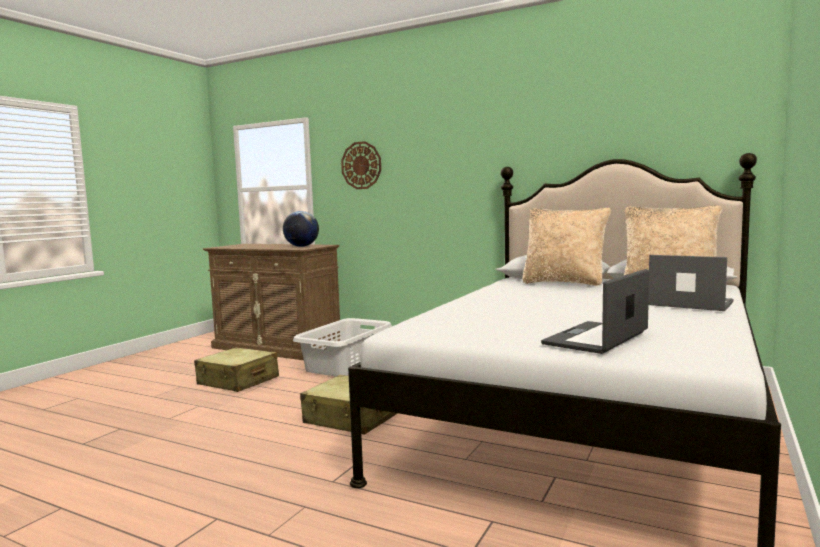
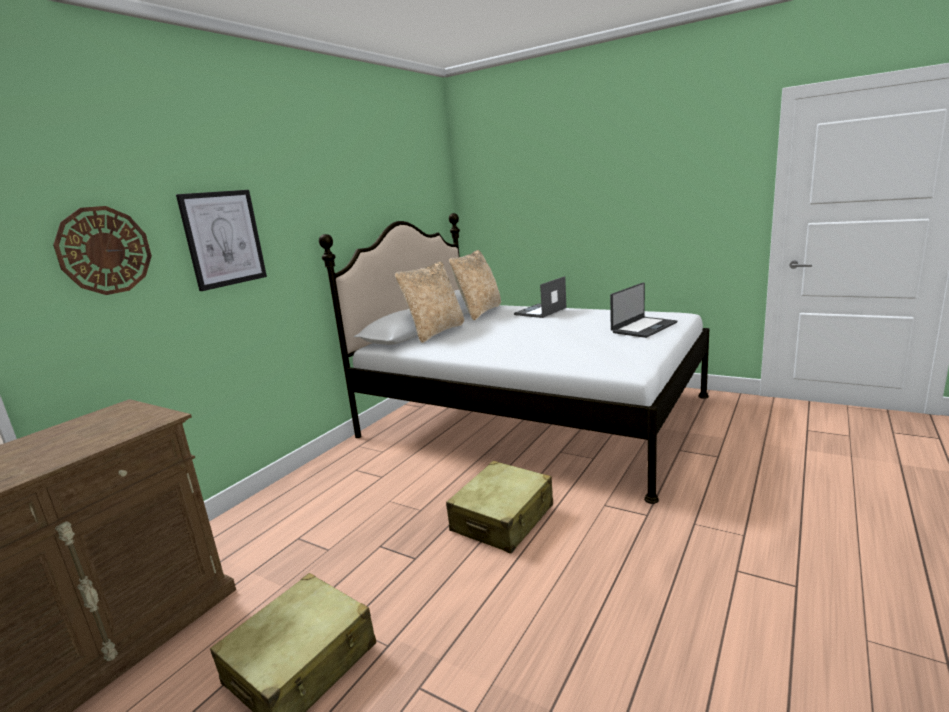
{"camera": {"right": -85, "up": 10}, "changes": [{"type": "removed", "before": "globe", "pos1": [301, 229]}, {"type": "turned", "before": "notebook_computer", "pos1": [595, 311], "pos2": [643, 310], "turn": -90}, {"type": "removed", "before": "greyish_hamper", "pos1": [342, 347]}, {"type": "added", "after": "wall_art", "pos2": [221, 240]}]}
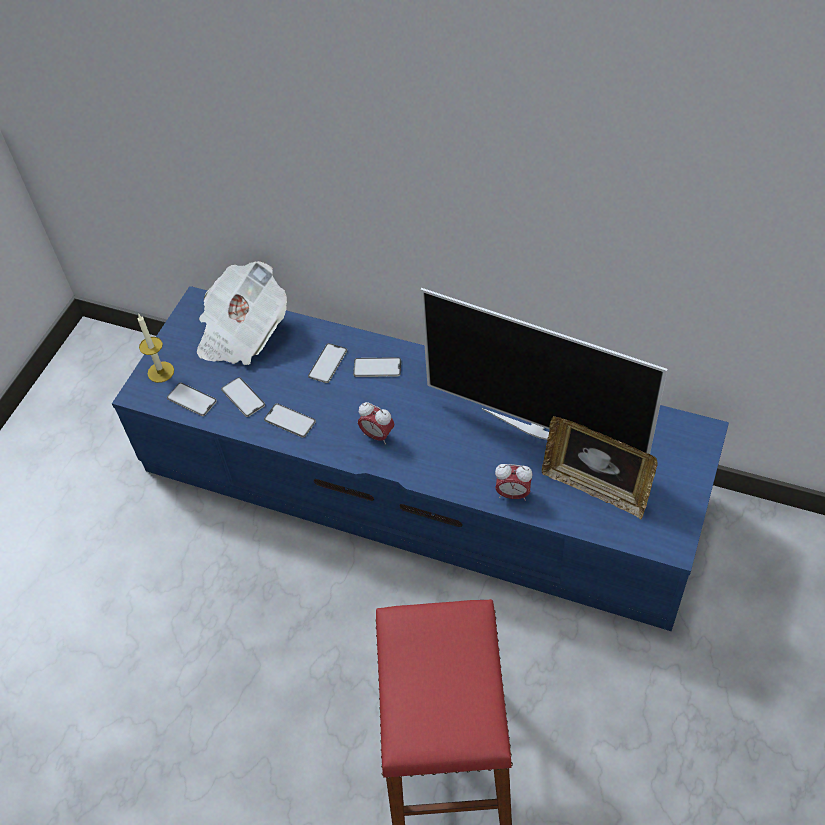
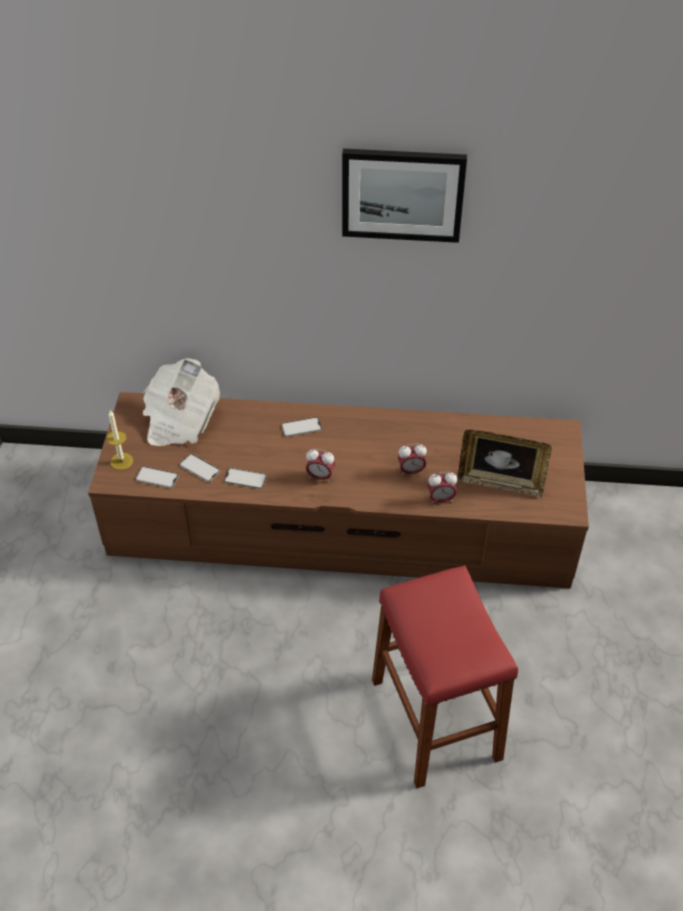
{"camera": {"right": -20, "up": -5}, "changes": [{"type": "recoloured", "before": "blue_tv_stand", "after": "brown_tv_stand", "pos1": [420, 458], "pos2": [338, 490]}, {"type": "removed", "before": "television", "pos1": [544, 371]}, {"type": "removed", "before": "handset", "pos1": [327, 363]}, {"type": "added", "after": "wall_art", "pos2": [404, 196]}, {"type": "added", "after": "bedside_clock", "pos2": [412, 460]}]}
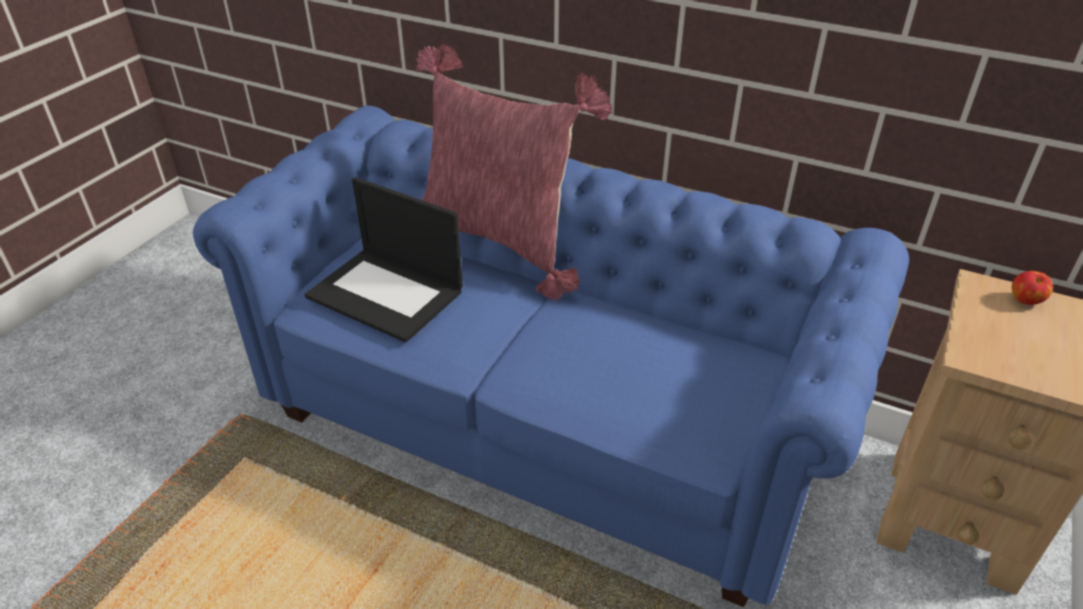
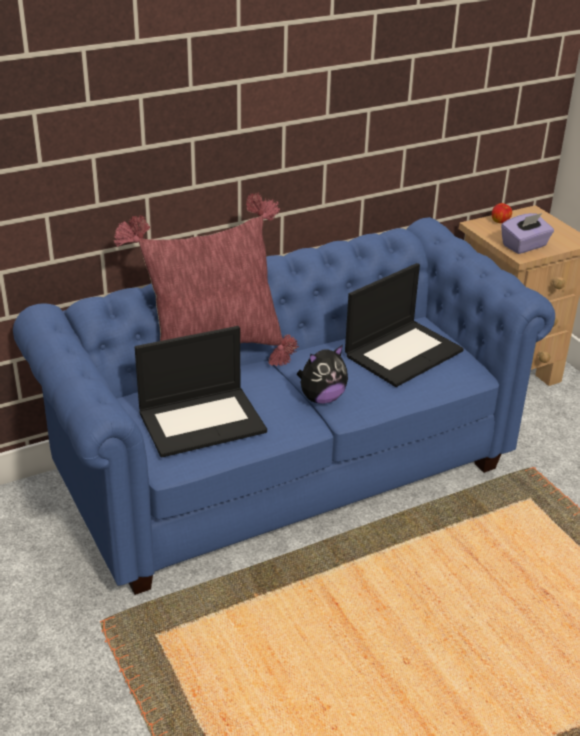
{"camera": {"right": -55, "up": -5}, "changes": [{"type": "added", "after": "purple-coloured_tissue_holder", "pos2": [527, 233]}, {"type": "added", "after": "notebook_computer", "pos2": [404, 325]}, {"type": "added", "after": "plush_toy", "pos2": [322, 374]}]}
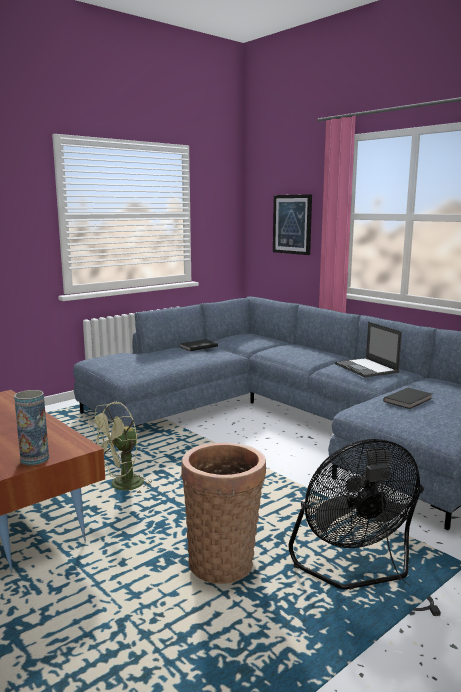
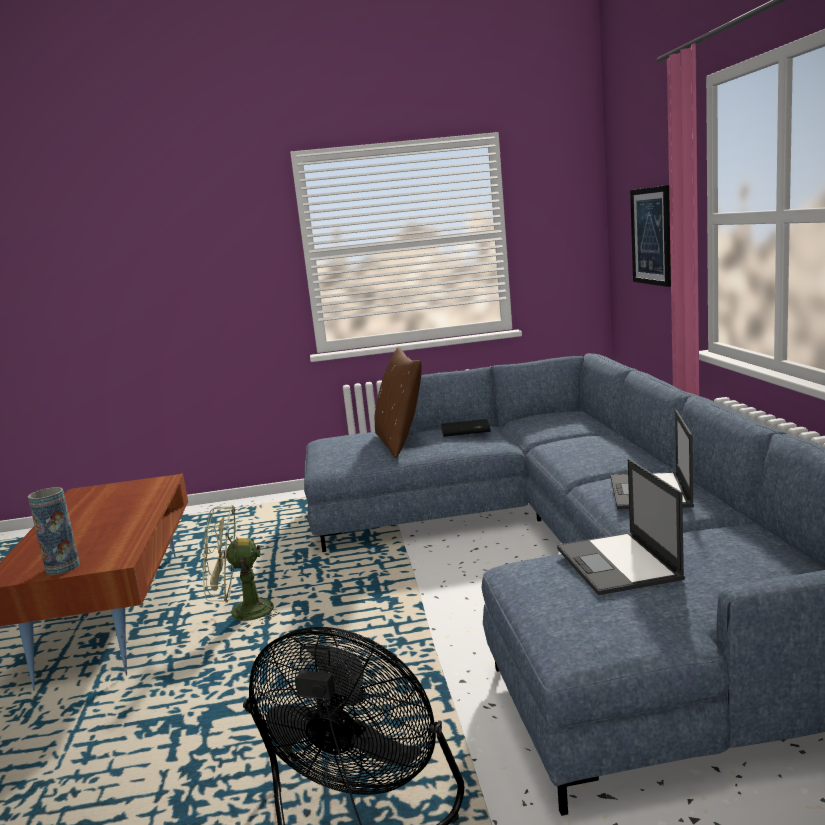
{"camera": {"right": 35, "up": 0}, "changes": [{"type": "replaced", "before": "black-coloured_volume", "after": "notebook_computer", "pos1": [407, 398], "pos2": [621, 527]}, {"type": "removed", "before": "household_basket", "pos1": [223, 513]}, {"type": "added", "after": "brown_throw_pillow", "pos2": [398, 402]}]}
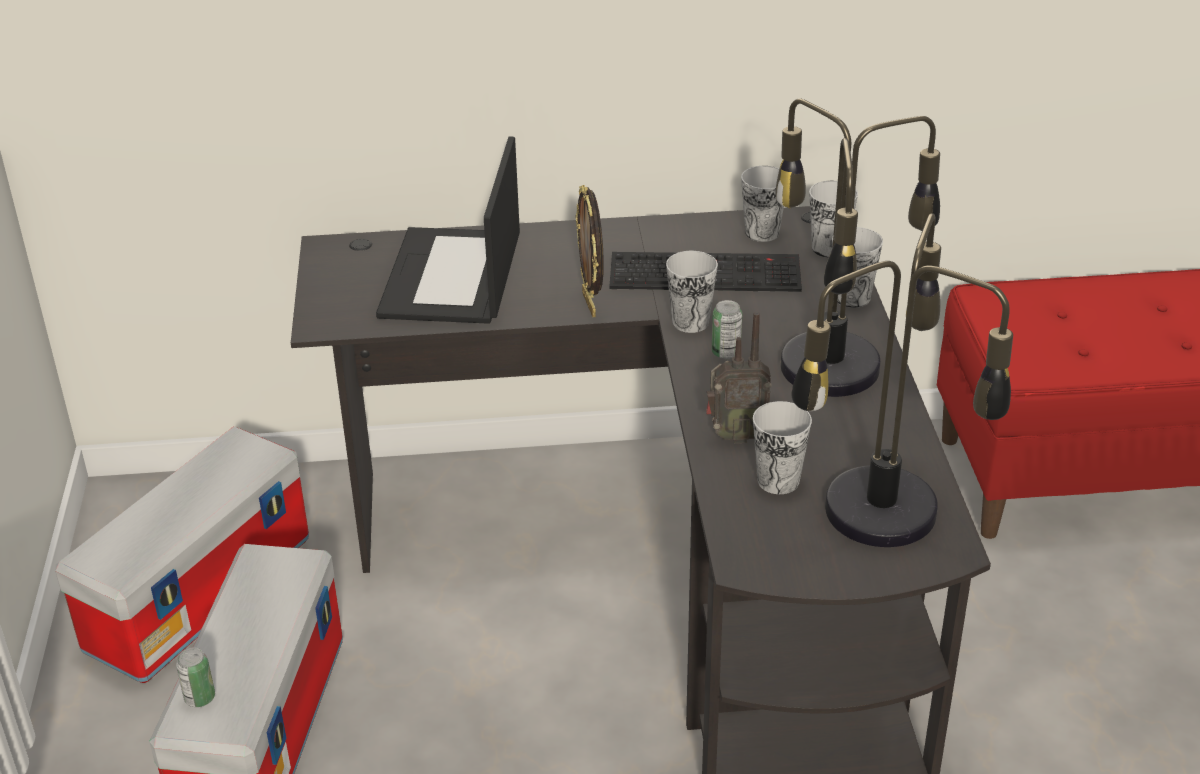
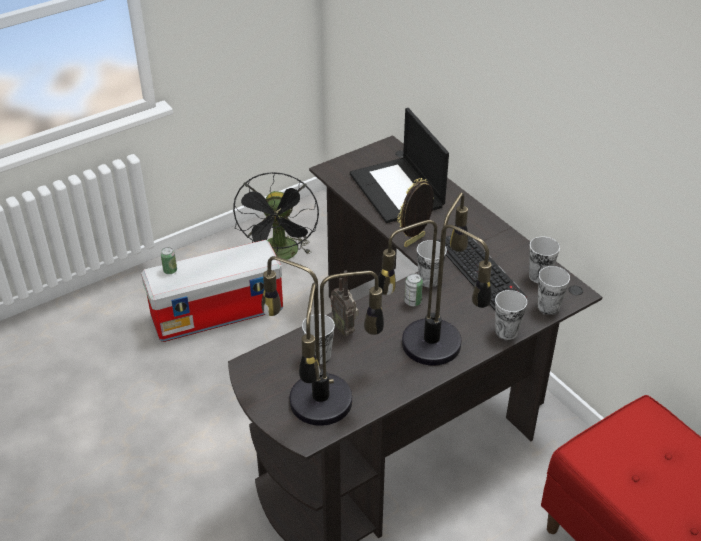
{"camera": {"right": 60, "up": 5}, "changes": [{"type": "turned", "before": "notebook_computer", "pos1": [448, 230], "pos2": [399, 165], "turn": -90}, {"type": "replaced", "before": "storage_box", "after": "black-coloured_electric_fan", "pos1": [182, 554], "pos2": [276, 216]}]}
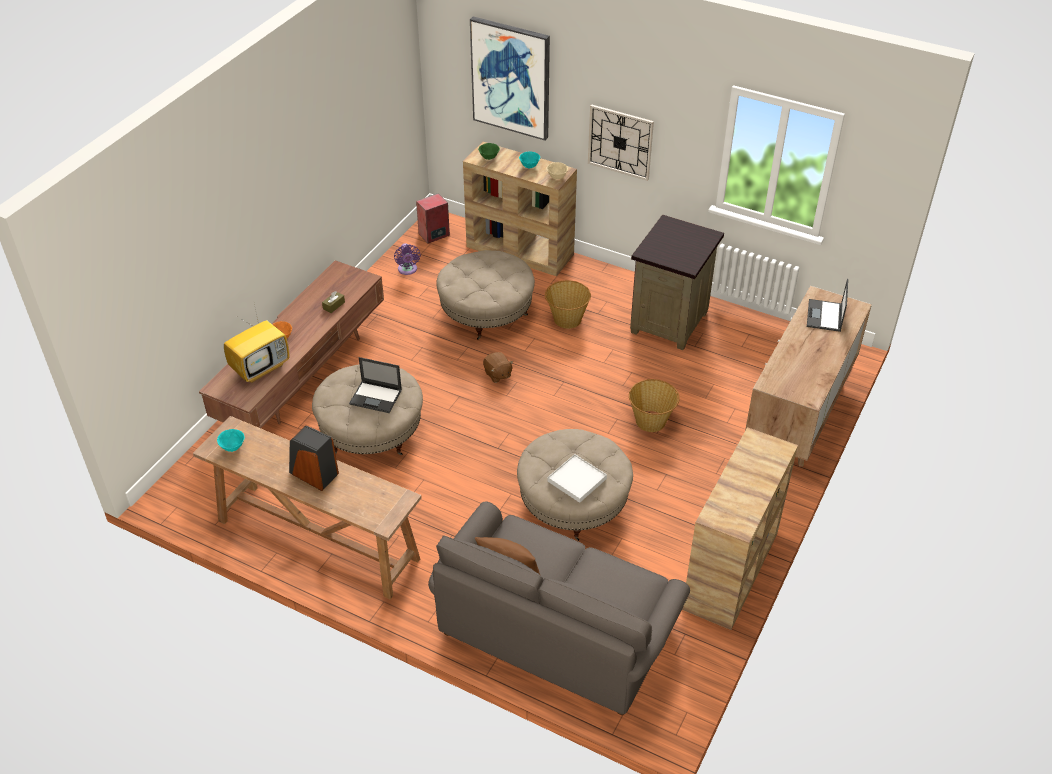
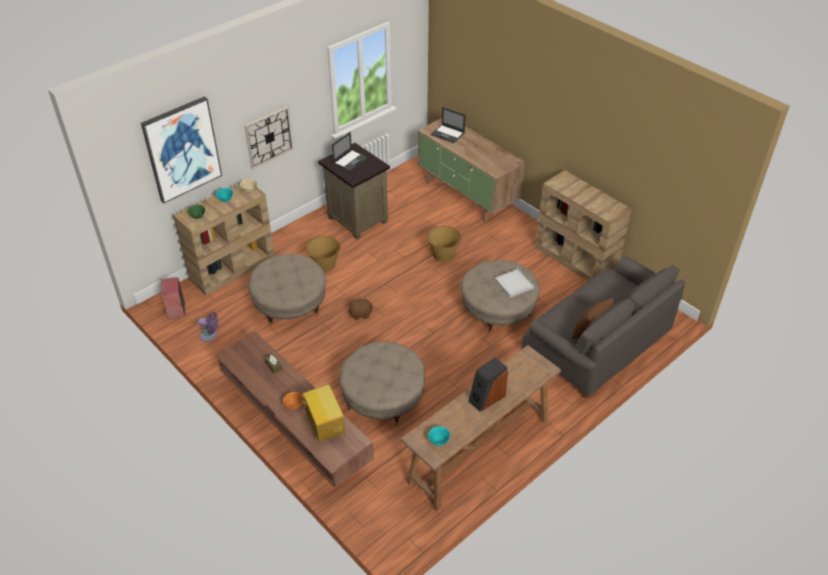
{"camera": {"right": -70, "up": 0}, "changes": [{"type": "moved", "before": "notebook_computer", "pos1": [375, 385], "pos2": [350, 151]}]}
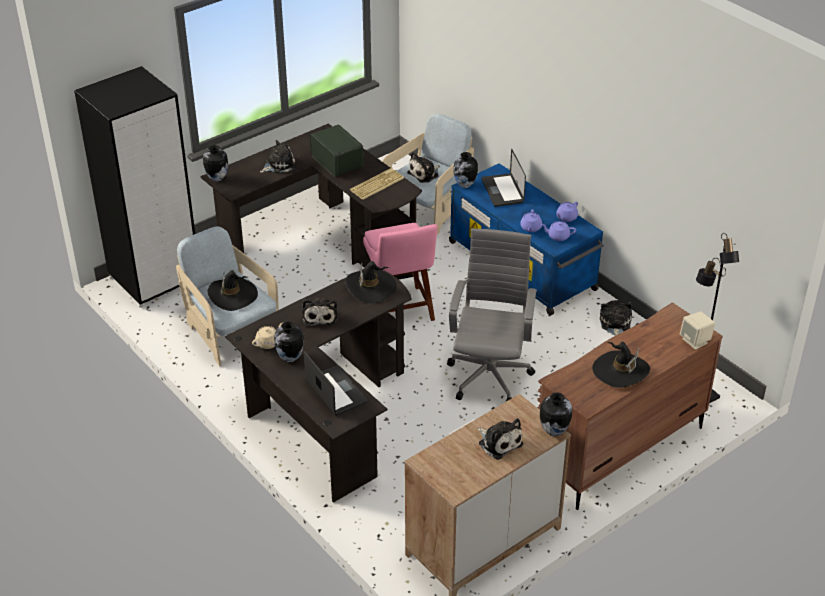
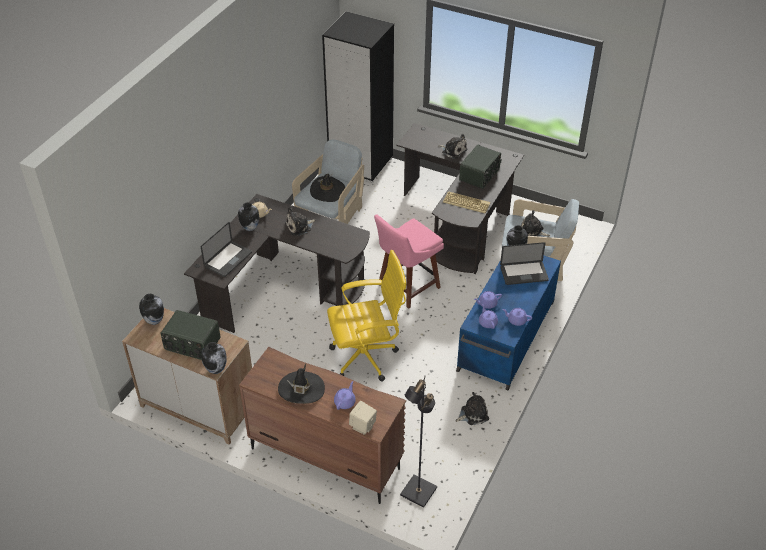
{"camera": {"right": 65, "up": 5}, "changes": [{"type": "moved", "before": "flower_vase", "pos1": [215, 163], "pos2": [151, 309]}, {"type": "turned", "before": "notebook_computer", "pos1": [503, 178], "pos2": [524, 263], "turn": -150}, {"type": "recoloured", "before": "greyish_computer_chair", "after": "yellowish_computer_chair", "pos1": [492, 314], "pos2": [366, 316]}, {"type": "removed", "before": "black-coloured_hat", "pos1": [371, 282]}, {"type": "replaced", "before": "plush_toy", "after": "radio_set", "pos1": [500, 439], "pos2": [191, 335]}, {"type": "added", "after": "purple-coloured_teapot", "pos2": [345, 395]}]}
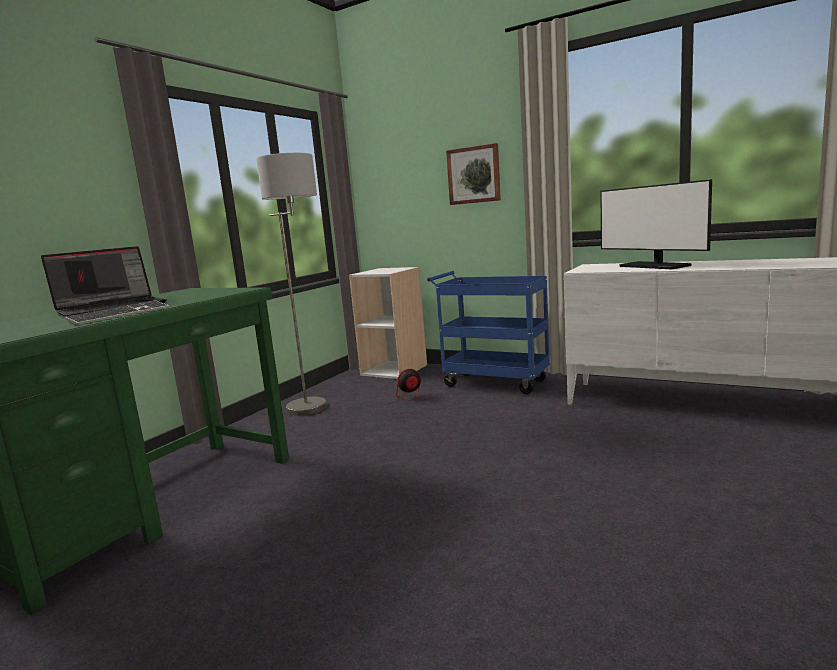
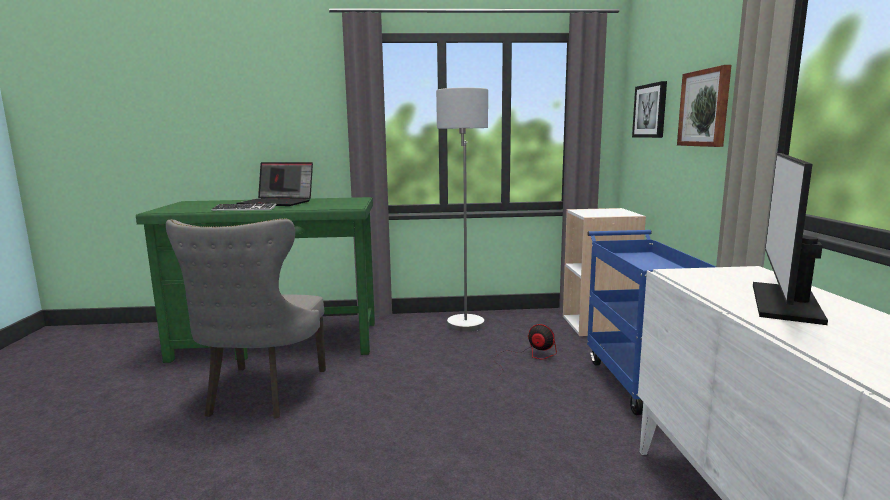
{"camera": {"right": 55, "up": 0}, "changes": [{"type": "added", "after": "wall_art", "pos2": [649, 109]}, {"type": "added", "after": "greyish_chair", "pos2": [246, 318]}]}
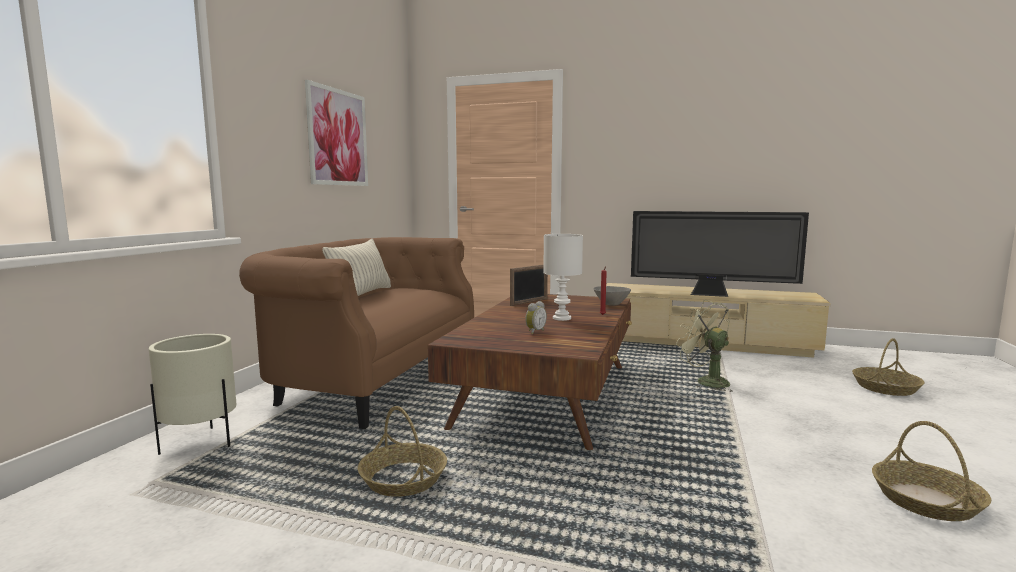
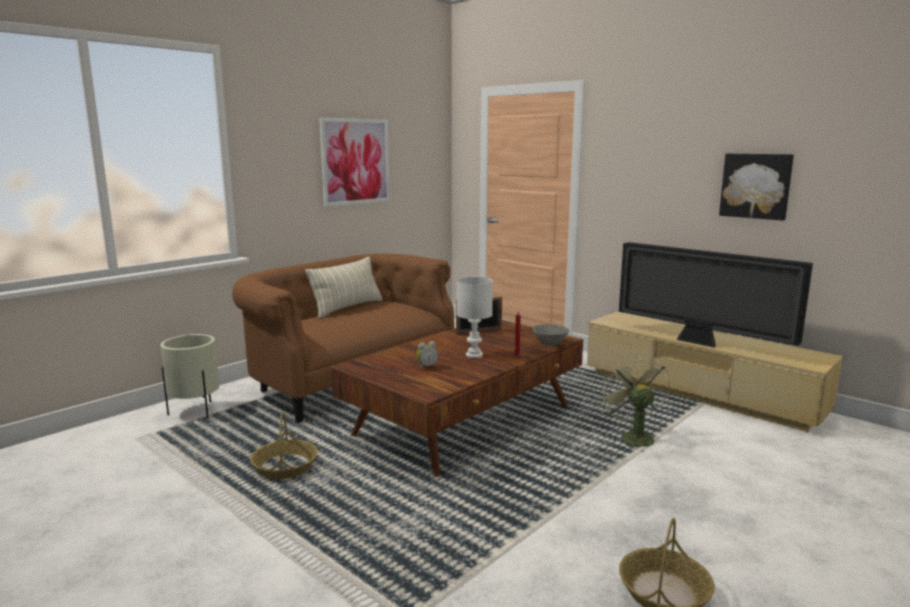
{"camera": {"right": 25, "up": 5}, "changes": [{"type": "removed", "before": "household_basket", "pos1": [888, 367]}, {"type": "added", "after": "wall_art", "pos2": [756, 187]}]}
